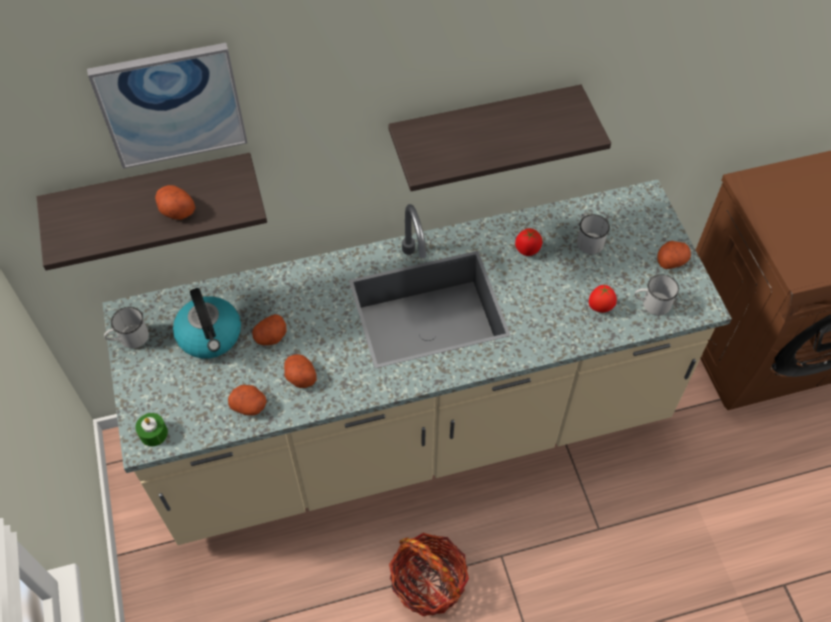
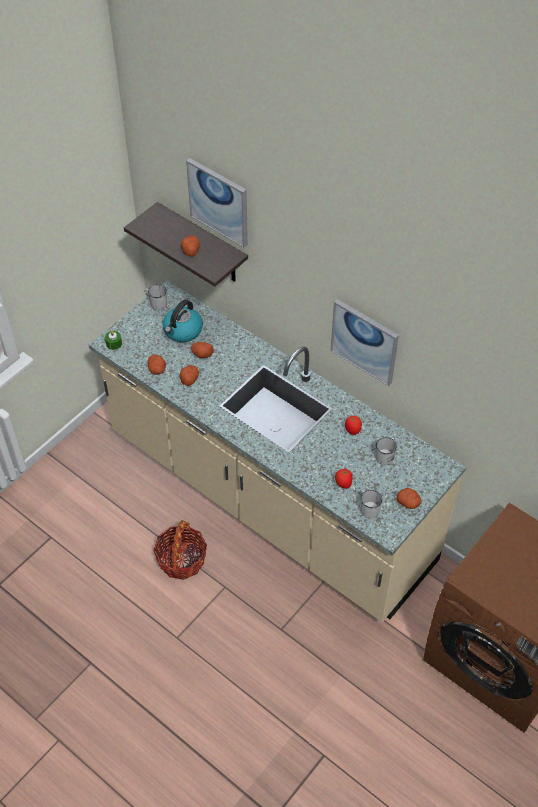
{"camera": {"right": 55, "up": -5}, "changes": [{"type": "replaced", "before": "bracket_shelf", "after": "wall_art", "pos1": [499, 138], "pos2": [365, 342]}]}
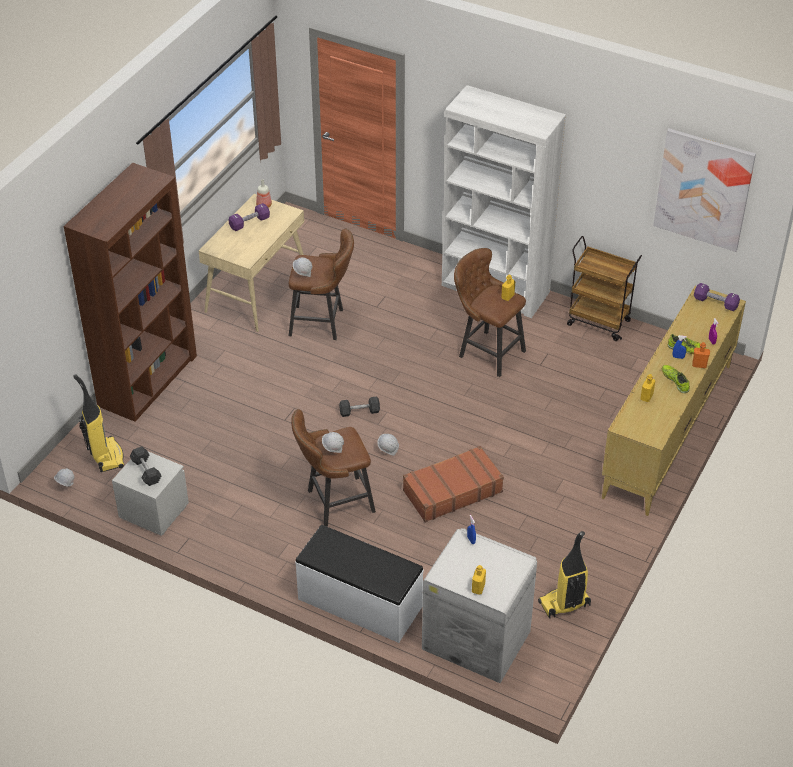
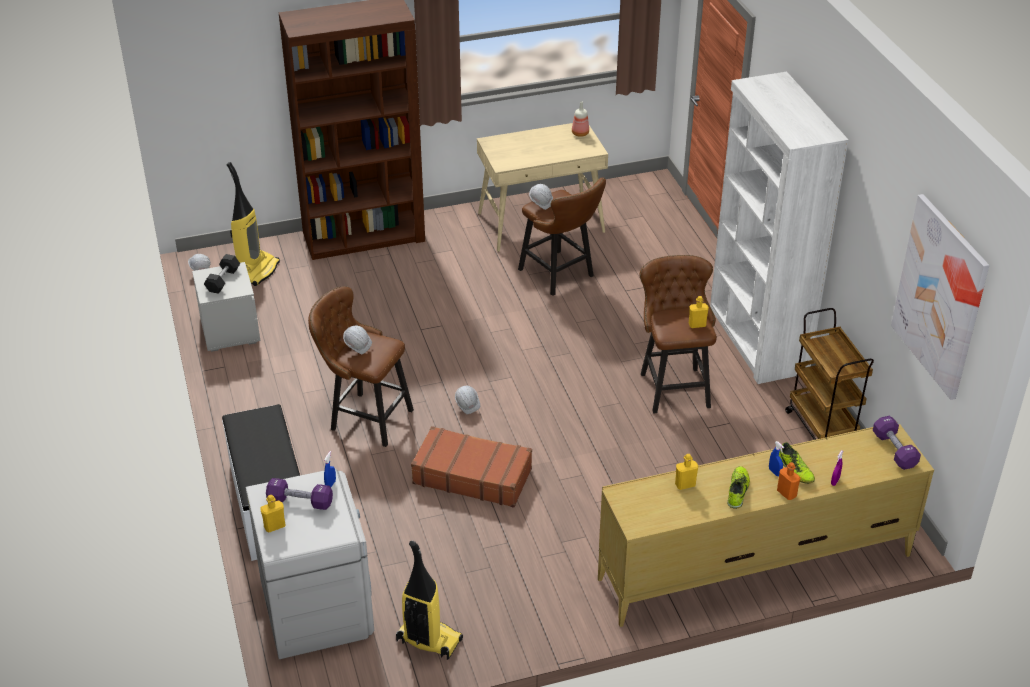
{"camera": {"right": 45, "up": -5}, "changes": [{"type": "moved", "before": "purple-coloured_free_weight", "pos1": [249, 217], "pos2": [299, 494]}, {"type": "removed", "before": "greyish_free_weight", "pos1": [359, 407]}]}
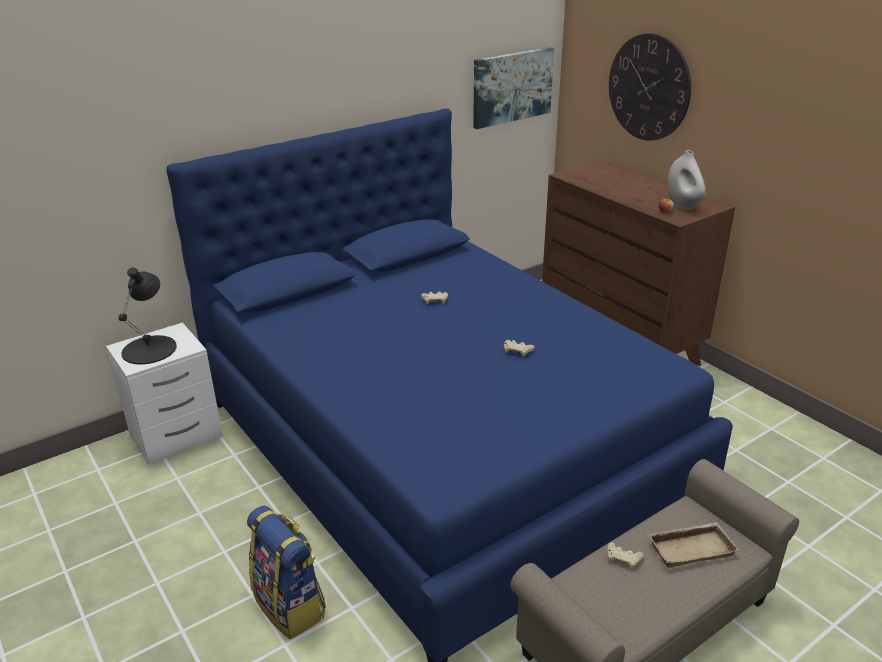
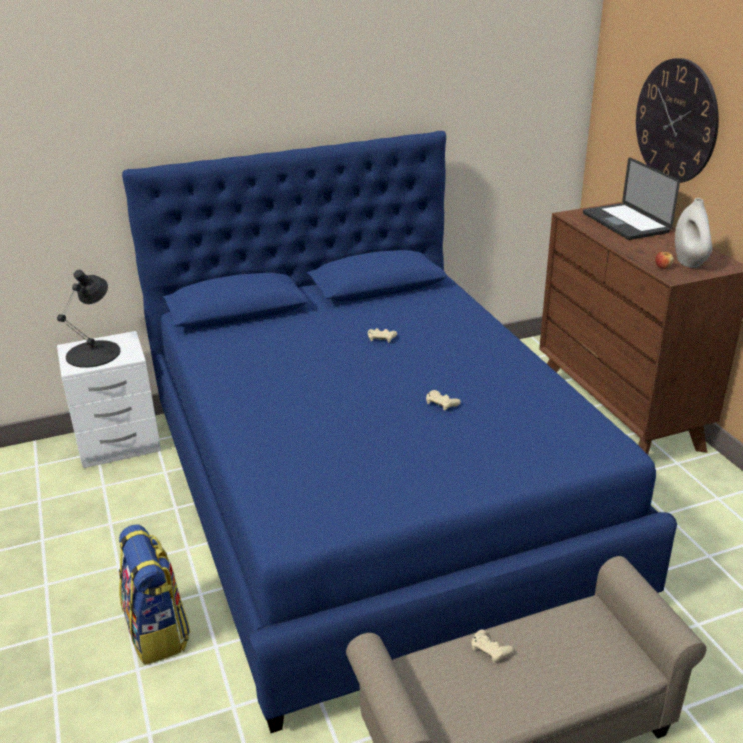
{"camera": {"right": 15, "up": 0}, "changes": [{"type": "removed", "before": "wall_art", "pos1": [513, 88]}, {"type": "removed", "before": "sand-coloured_tray", "pos1": [693, 545]}, {"type": "added", "after": "notebook_computer", "pos2": [631, 198]}]}
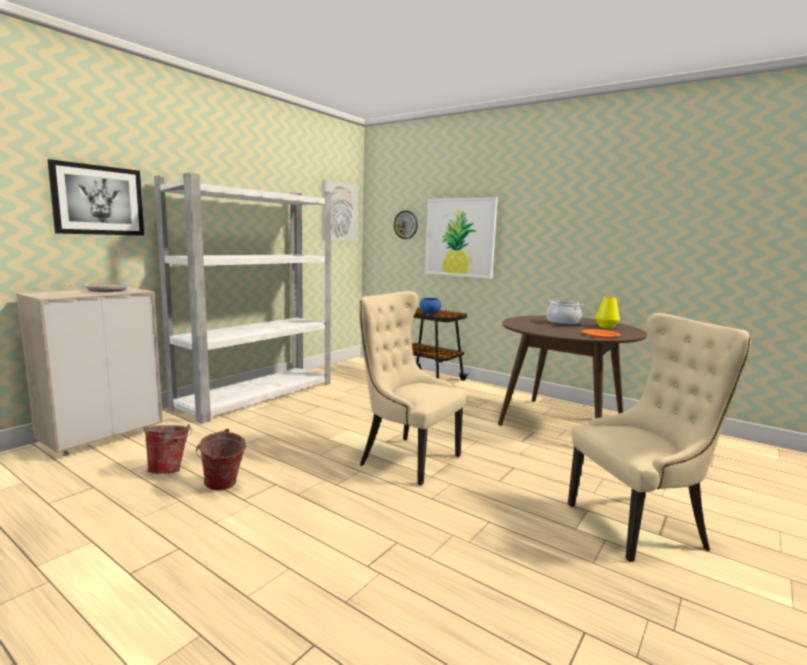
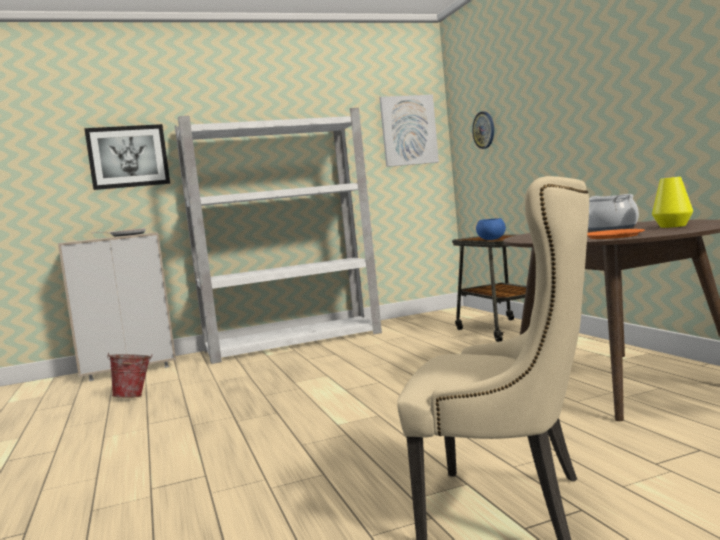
{"camera": {"right": 35, "up": -5}, "changes": [{"type": "removed", "before": "wall_art", "pos1": [461, 238]}, {"type": "removed", "before": "sand-coloured_chair", "pos1": [413, 388]}, {"type": "removed", "before": "water_bucket", "pos1": [221, 460]}]}
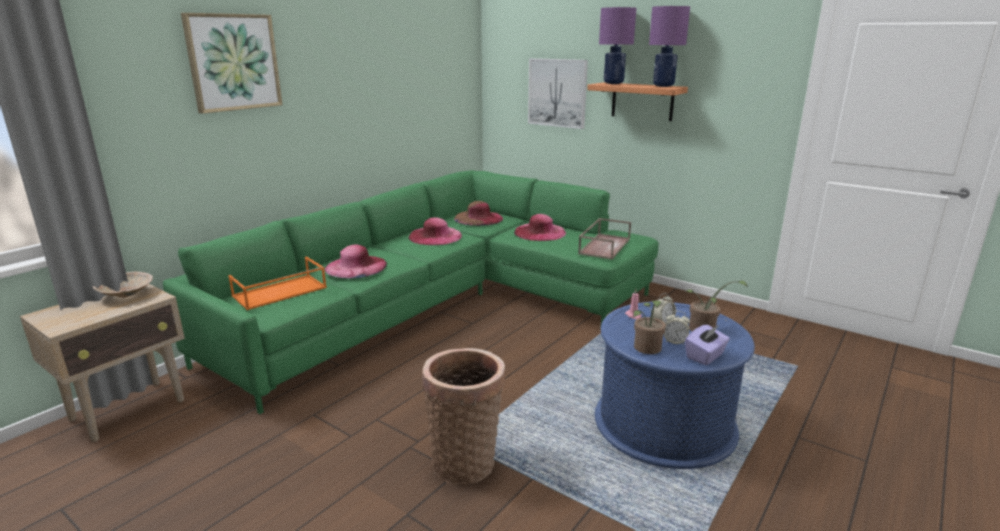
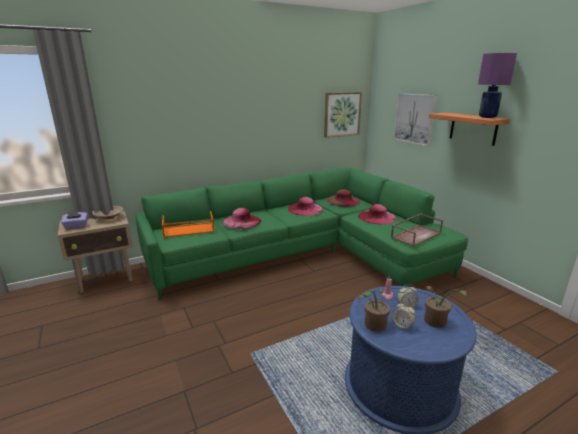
{"camera": {"right": 25, "up": 0}, "changes": [{"type": "removed", "before": "purple-coloured_tabletop_lamp", "pos1": [617, 45]}, {"type": "moved", "before": "wall_art", "pos1": [232, 63], "pos2": [343, 115]}, {"type": "moved", "before": "purple-coloured_tissue_holder", "pos1": [707, 345], "pos2": [74, 220]}, {"type": "removed", "before": "household_basket", "pos1": [463, 416]}]}
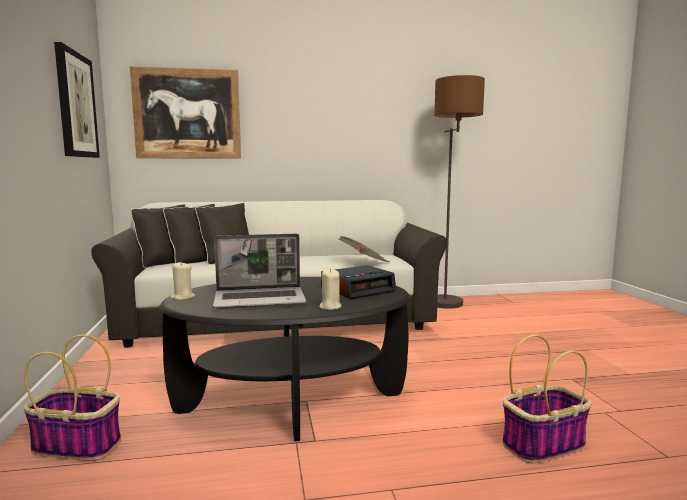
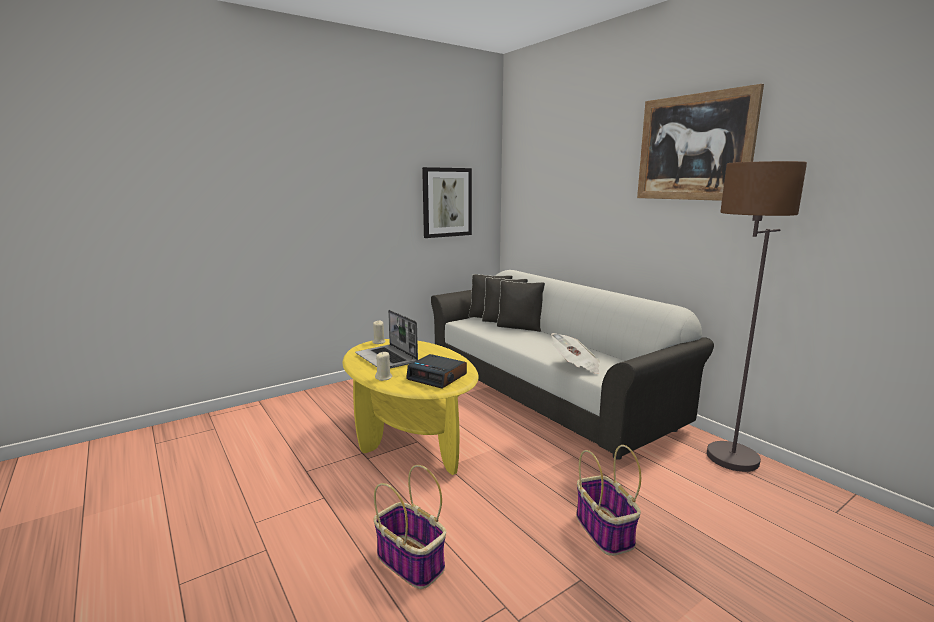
{"camera": {"right": 65, "up": 5}, "changes": [{"type": "moved", "before": "wall_art", "pos1": [185, 112], "pos2": [700, 142]}, {"type": "recoloured", "before": "black-coloured_low_table", "after": "yellowish_low_table", "pos1": [284, 359], "pos2": [410, 407]}, {"type": "moved", "before": "household_basket", "pos1": [72, 398], "pos2": [608, 500]}]}
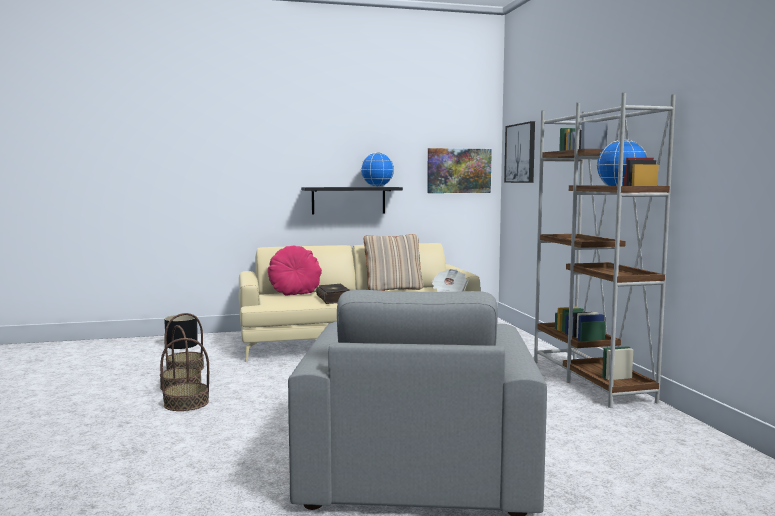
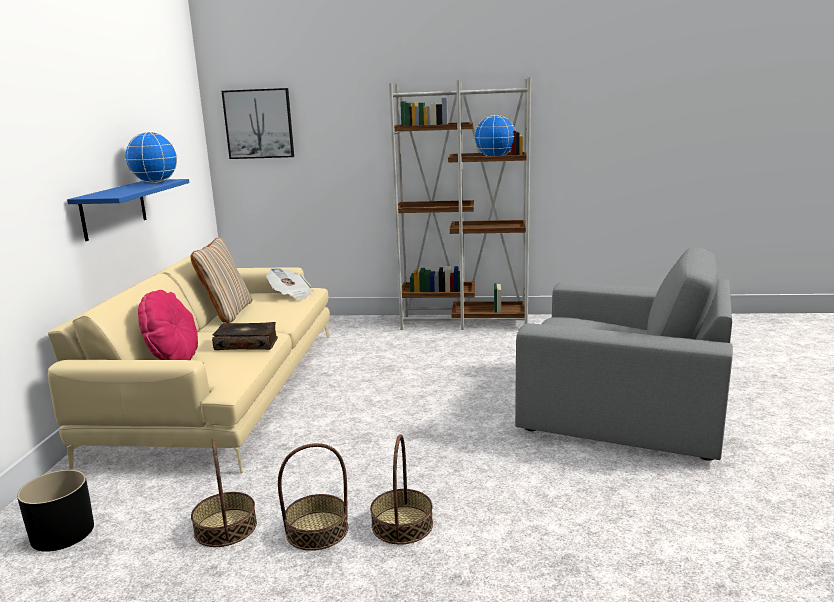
{"camera": {"right": -70, "up": 10}, "changes": [{"type": "removed", "before": "wall_art", "pos1": [459, 170]}, {"type": "recoloured", "before": "black-coloured_bracket_shelf", "after": "blue_bracket_shelf", "pos1": [352, 201], "pos2": [128, 210]}]}
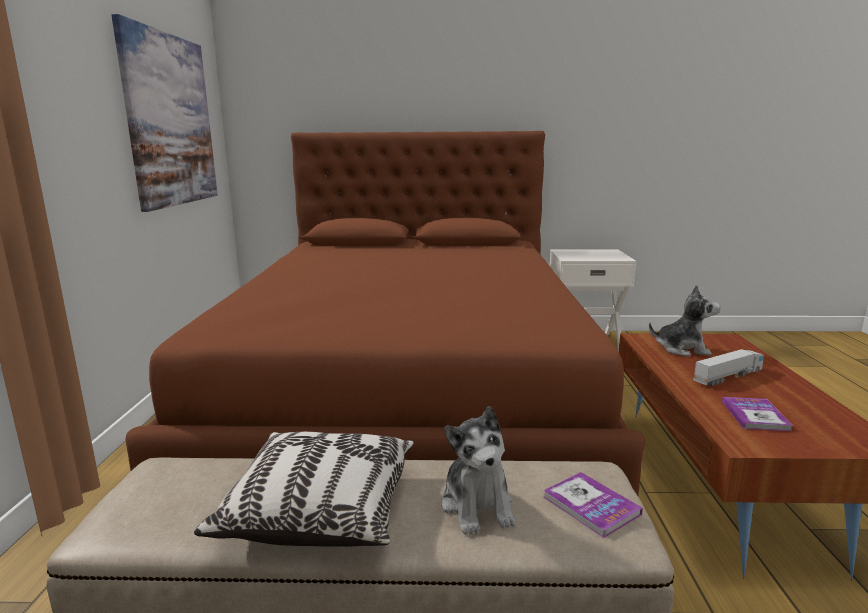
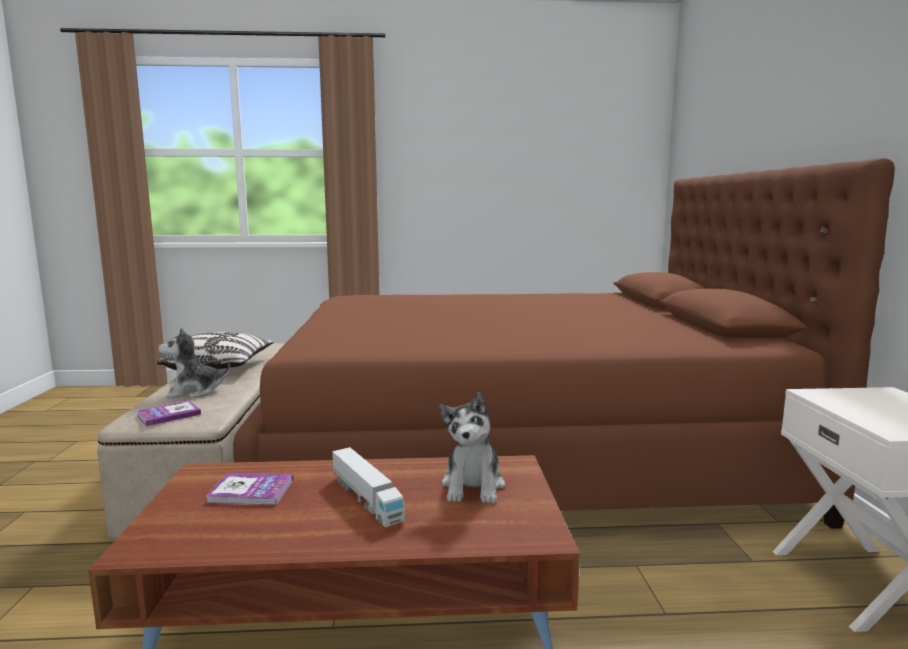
{"camera": {"right": 85, "up": -5}, "changes": [{"type": "removed", "before": "wall_art", "pos1": [164, 113]}]}
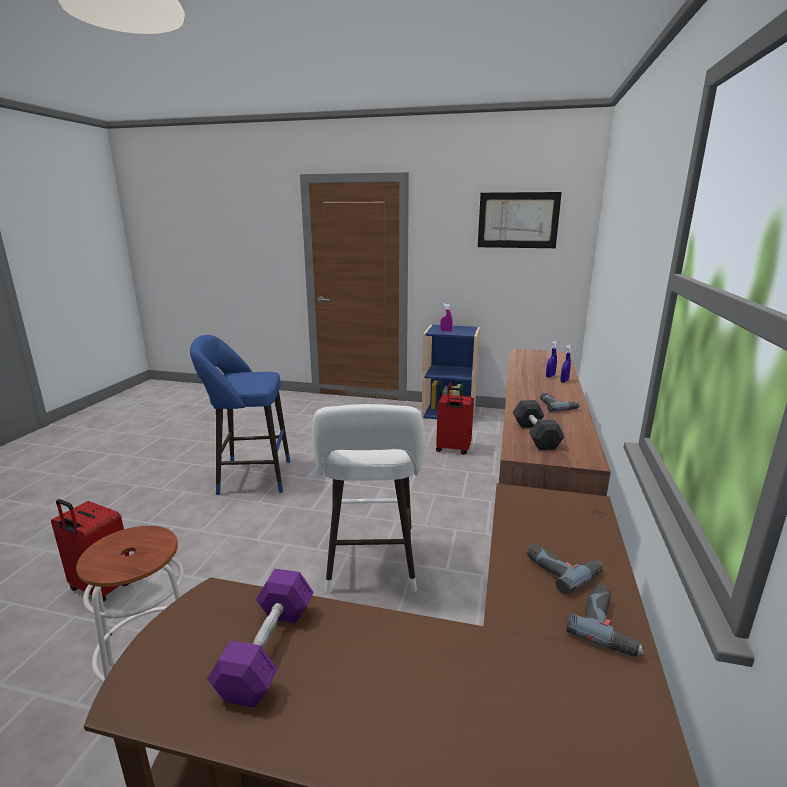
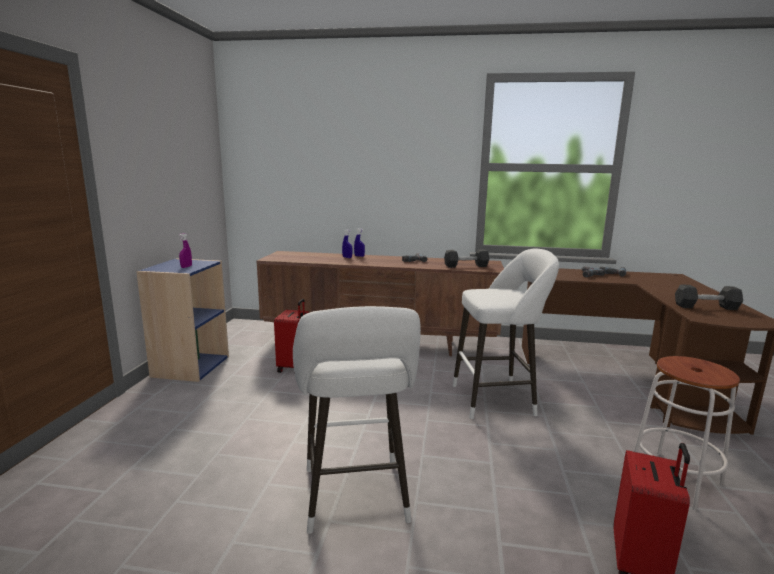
{"camera": {"right": -95, "up": -5}, "changes": [{"type": "removed", "before": "wall_art", "pos1": [520, 220]}, {"type": "recoloured", "before": "blue_sitting_stool", "after": "white_sitting_stool", "pos1": [240, 415], "pos2": [357, 420]}, {"type": "recoloured", "before": "purple-coloured_free_weight", "after": "greyish_free_weight", "pos1": [260, 638], "pos2": [709, 297]}]}
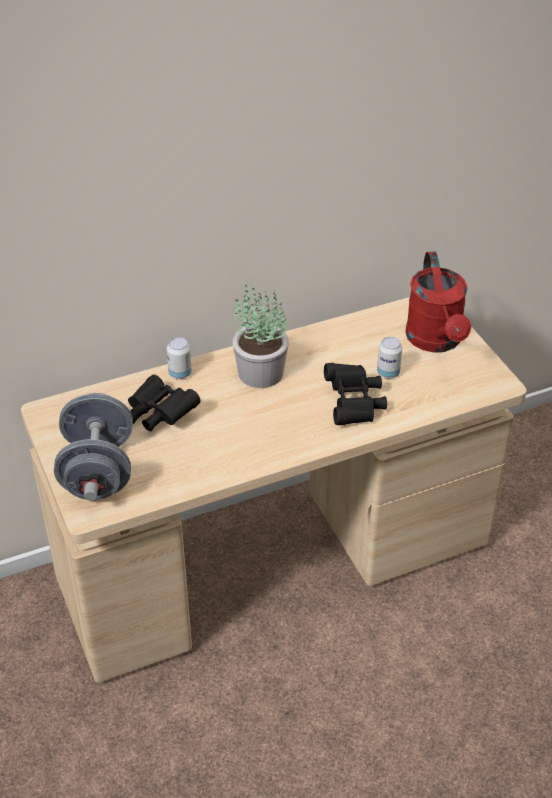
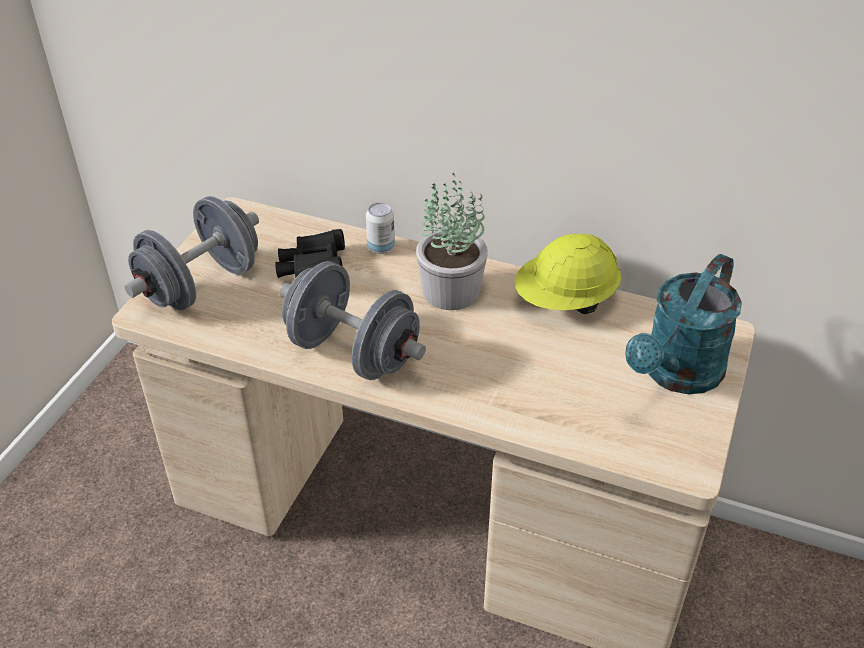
{"camera": {"right": 45, "up": 0}, "changes": [{"type": "recoloured", "before": "red_watering_can", "after": "turquoise-coloured_watering_can", "pos1": [438, 302], "pos2": [683, 324]}, {"type": "removed", "before": "can", "pos1": [389, 358]}, {"type": "removed", "before": "black-coloured_field_glasses", "pos1": [355, 394]}, {"type": "added", "after": "yellowish_safety_helmet", "pos2": [568, 273]}, {"type": "added", "after": "greyish_free_weight", "pos2": [353, 320]}]}
